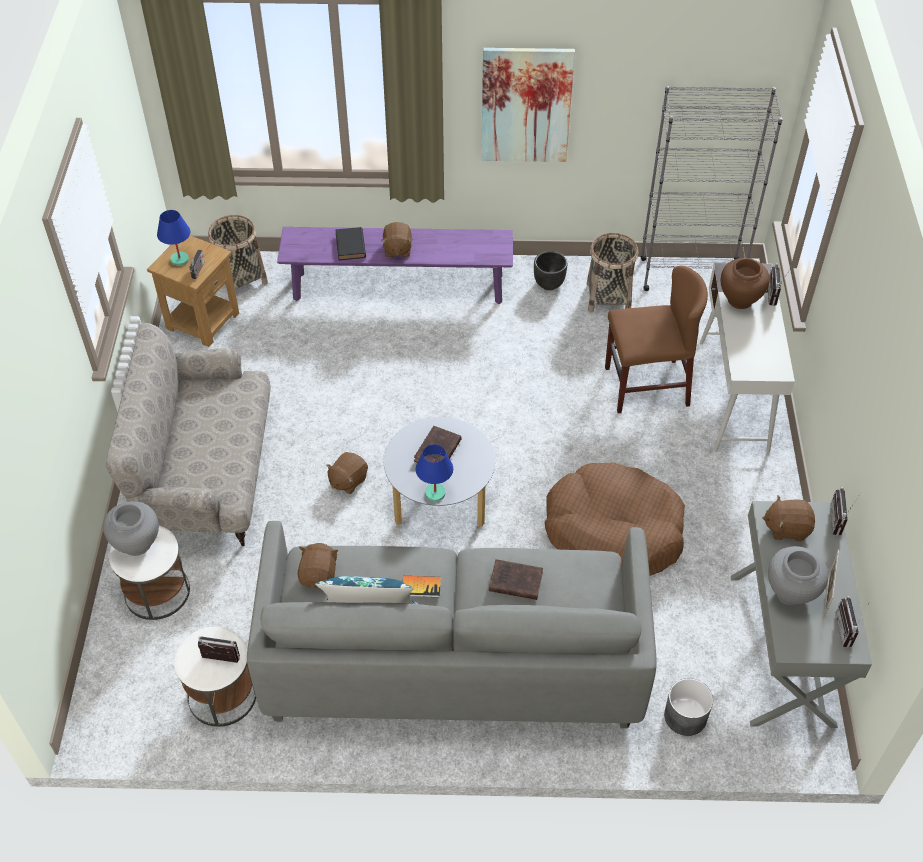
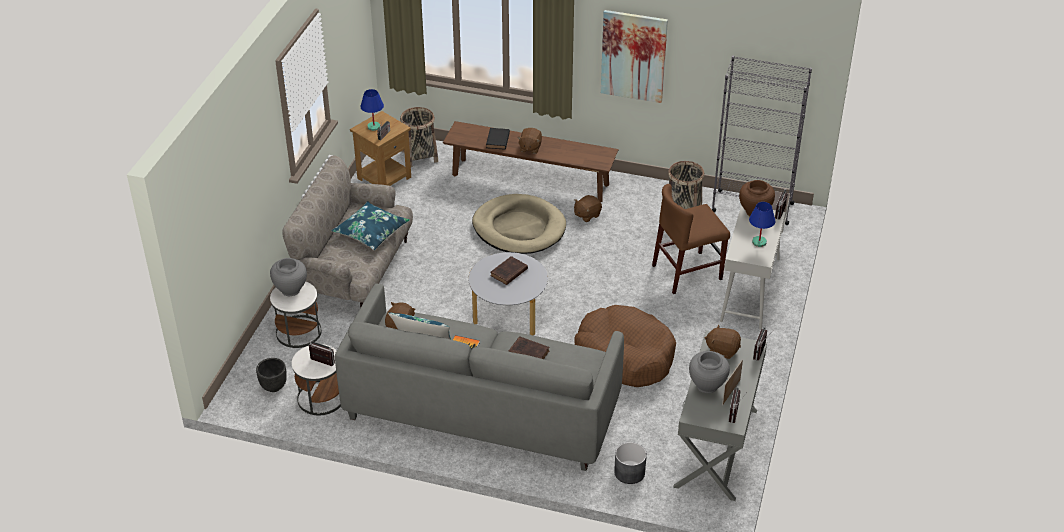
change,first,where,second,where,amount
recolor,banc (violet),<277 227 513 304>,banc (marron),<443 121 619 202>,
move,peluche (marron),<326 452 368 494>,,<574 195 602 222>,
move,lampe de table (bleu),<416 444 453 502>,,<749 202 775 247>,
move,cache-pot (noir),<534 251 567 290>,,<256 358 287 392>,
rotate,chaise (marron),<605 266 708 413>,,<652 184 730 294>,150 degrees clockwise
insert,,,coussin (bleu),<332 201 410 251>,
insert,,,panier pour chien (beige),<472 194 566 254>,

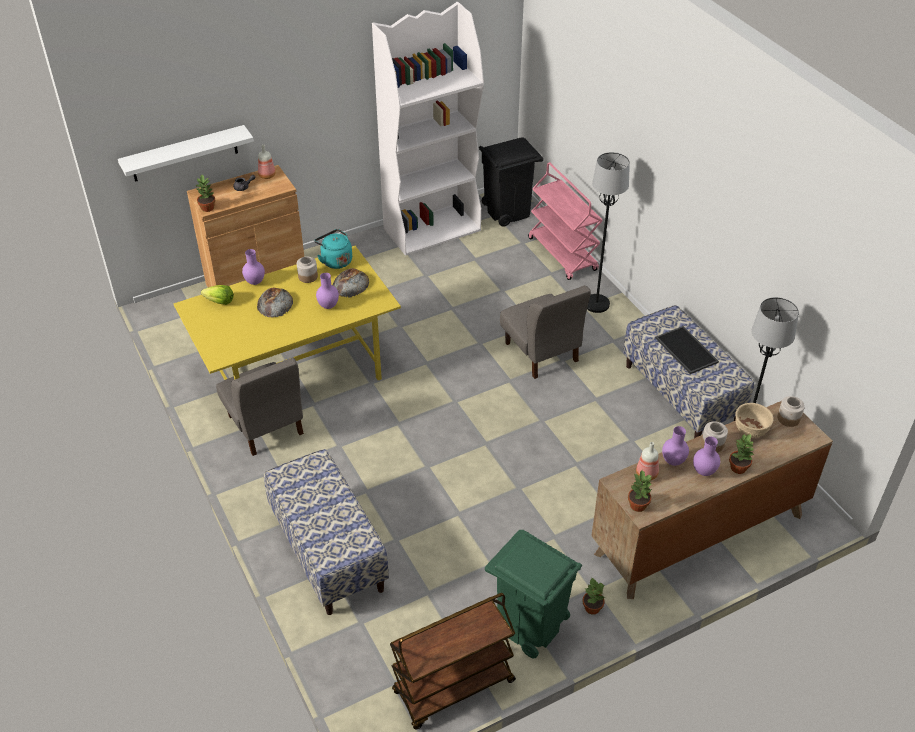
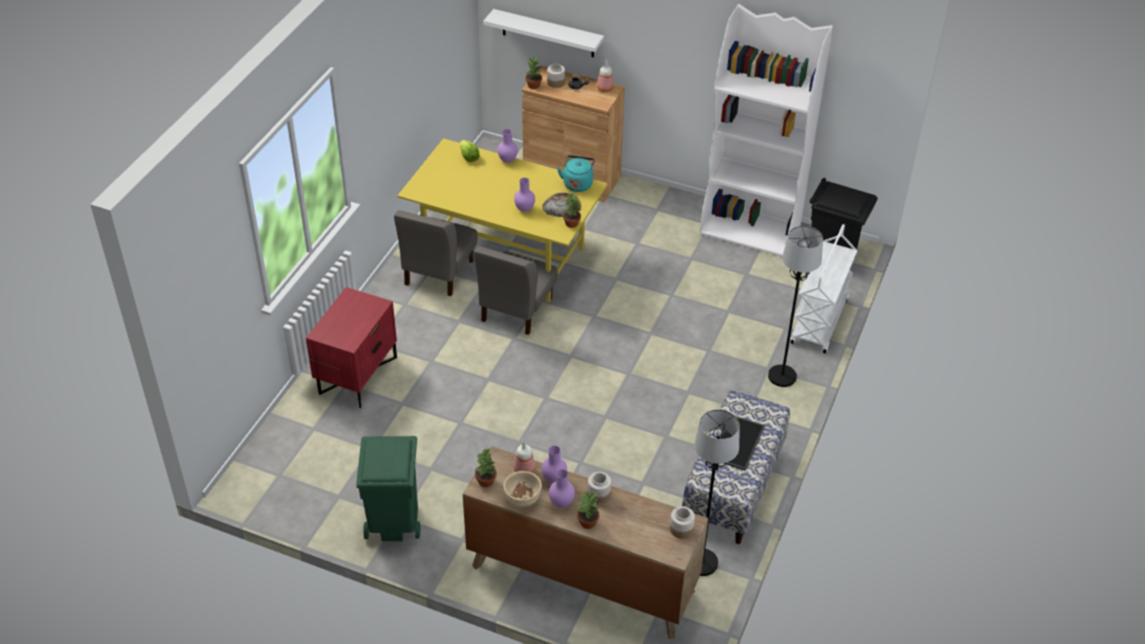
change,first,where,second,where,amount
delete,pain,<257 288 293 318>,,,
replace,banc,<264 449 389 615>,table de chevet (rouge),<306 287 397 408>,
move,bocal,<297 256 318 283>,,<547 64 565 88>,
delete,chariot (marron),<390 593 516 730>,,,
move,chaise (gris),<500 285 591 379>,,<474 246 558 335>,
recolor,chariot (rose),<528 162 603 280>,chariot (blanc),<790 224 857 354>,
move,plante en pot,<582 577 605 615>,,<563 193 581 228>,
move,bol (beige),<735 403 774 438>,,<503 471 542 507>,

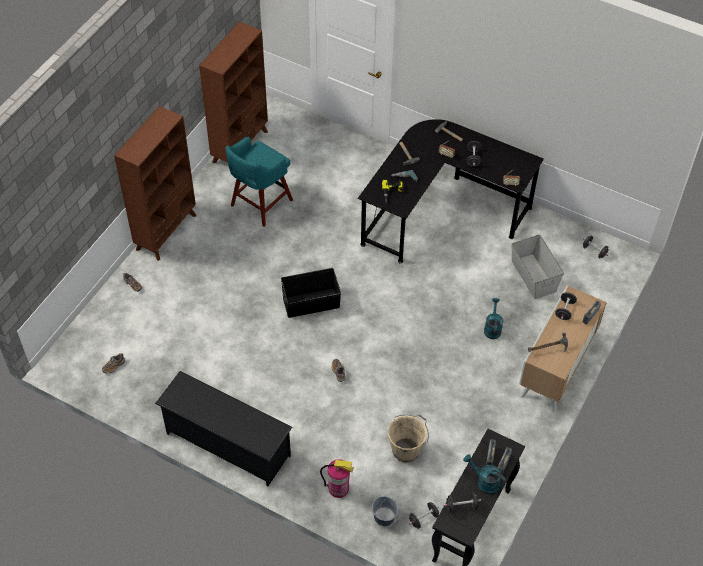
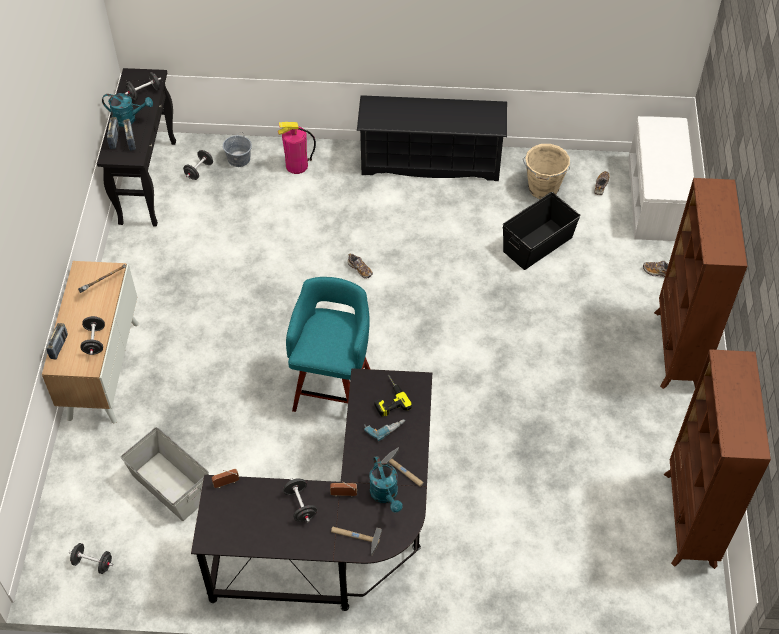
change,first,where,second,where,amount
move,tabouret (turquoise),<226 136 293 227>,,<286 277 370 412>,
move,boîte de rangement (noir),<281 268 341 318>,,<502 192 580 270>,
move,seau (beige),<388 415 429 463>,,<523 144 570 199>,
move,arrosoir (turquoise),<484 298 503 339>,,<369 456 403 512>,
insert,,,banc (blanc),<628 116 694 241>,

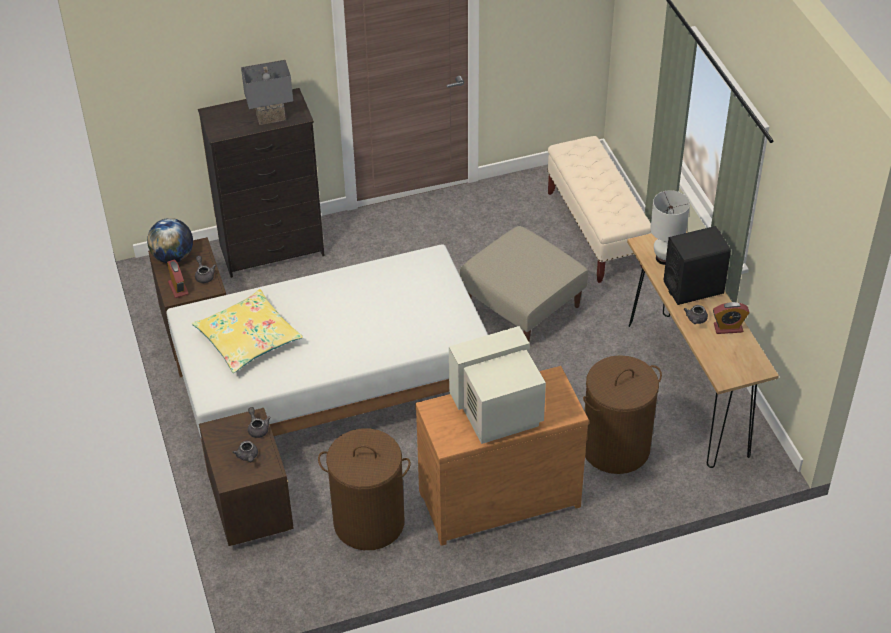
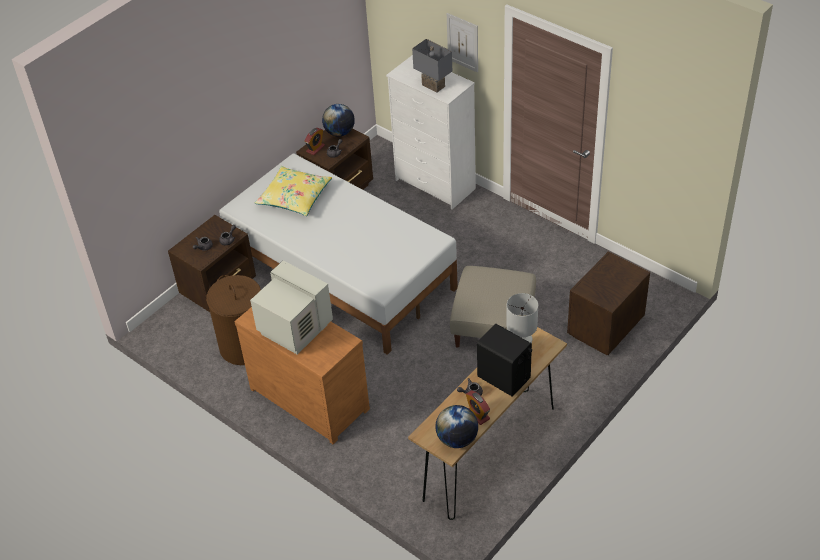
change,first,where,second,where,amount
recolor,commode (noir),<198 88 325 278>,commode (blanc),<386 55 476 209>,
replace,banc (beige),<547 136 651 283>,table de chevet (marron),<567 251 650 355>,
delete,panier à linge (marron),<583 355 662 474>,,,
insert,,,globe,<435 405 478 448>,
insert,,,tableau,<447 13 478 73>,

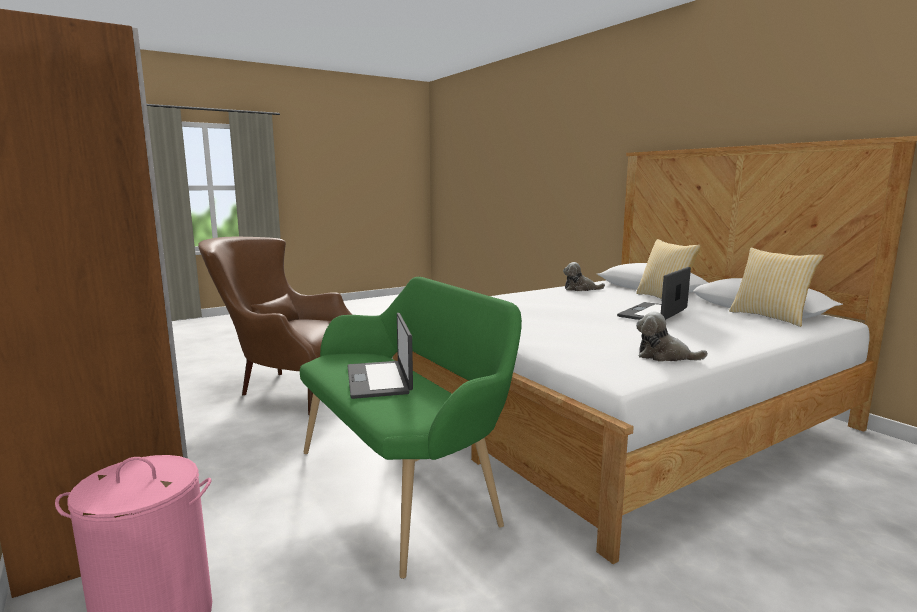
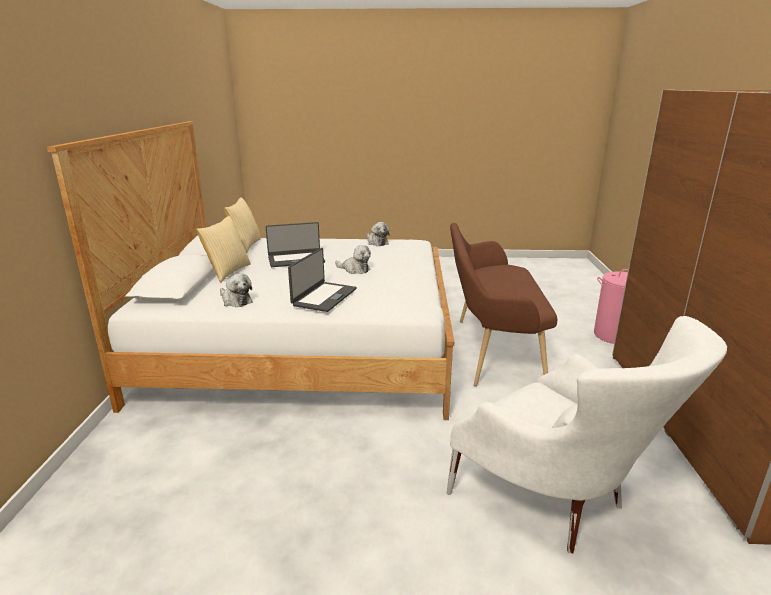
change,first,where,second,where,amount
recolor,fauteuil (marron),<198 237 352 415>,fauteuil (blanc),<447 316 727 553>,
recolor,banc (vert),<300 277 522 579>,banc (marron),<450 223 557 386>,
move,ordinateur portable,<347 313 413 399>,,<288 248 357 312>,
insert,,,peluche,<335 245 371 274>,

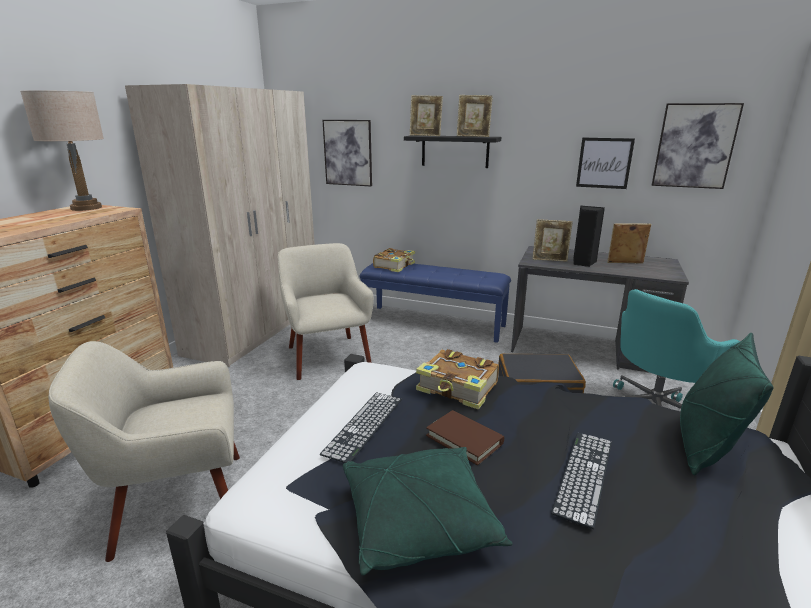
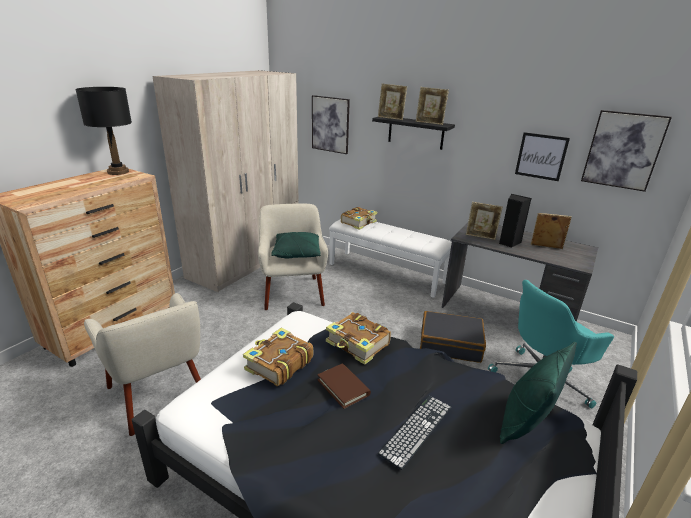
change,first,where,second,where,amount
recolor,lampe de table (beige),<20 90 104 211>,lampe de table (noir),<75 87 132 175>,
rotate,fauteuil (beige),<49 341 240 562>,,<84 293 201 436>,120 degrees counterclockwise
replace,clavier,<320 393 402 463>,livre,<243 328 313 386>,
move,coussin (vert),<343 447 513 575>,,<271 232 323 258>,
recolor,banc (bleu),<359 263 511 343>,banc (blanc),<329 219 452 298>,

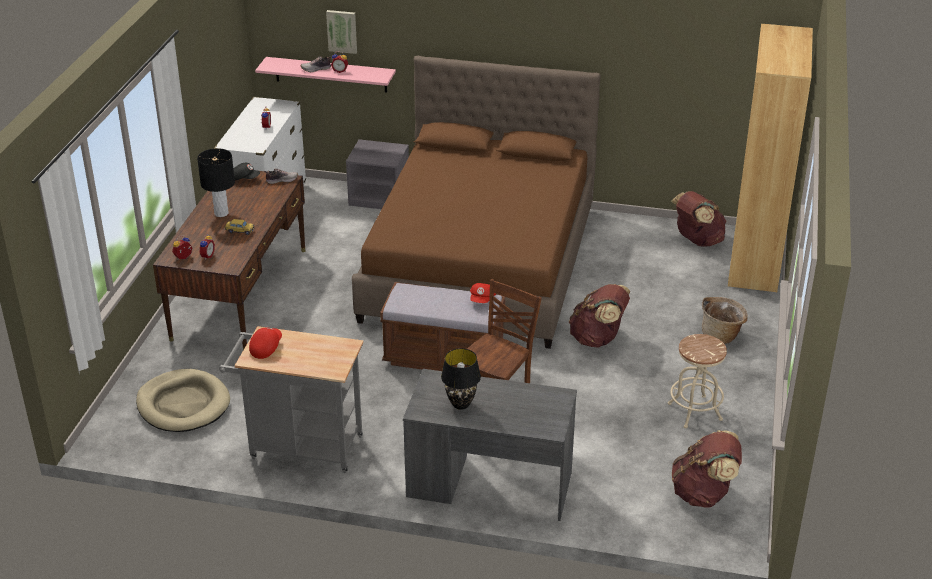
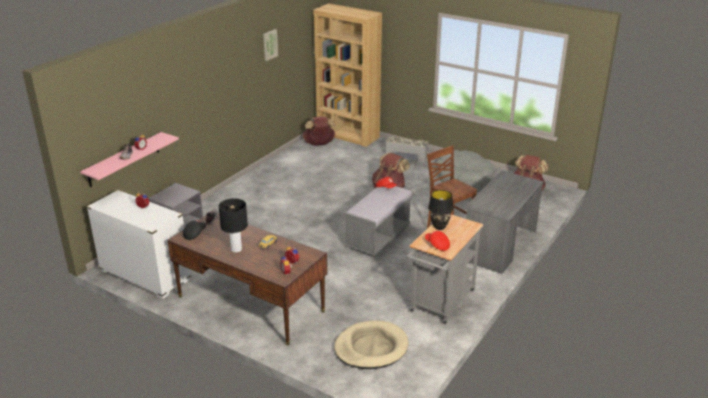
change,first,where,second,where,amount
move,tableau,<326 10 357 54>,,<263 29 278 61>,
delete,lit (marron),<352 56 601 349>,,,
recolor,banc (marron),<380 282 505 371>,banc (gris),<344 186 412 257>,
move,lampe de table (noir),<441 348 481 410>,,<428 190 454 230>,
replace,tabouret (beige),<668 334 727 428>,panier pour chien (gris),<435 150 494 192>,
replace,panier,<702 297 748 344>,boîte de rangement (gris),<386 136 429 168>,

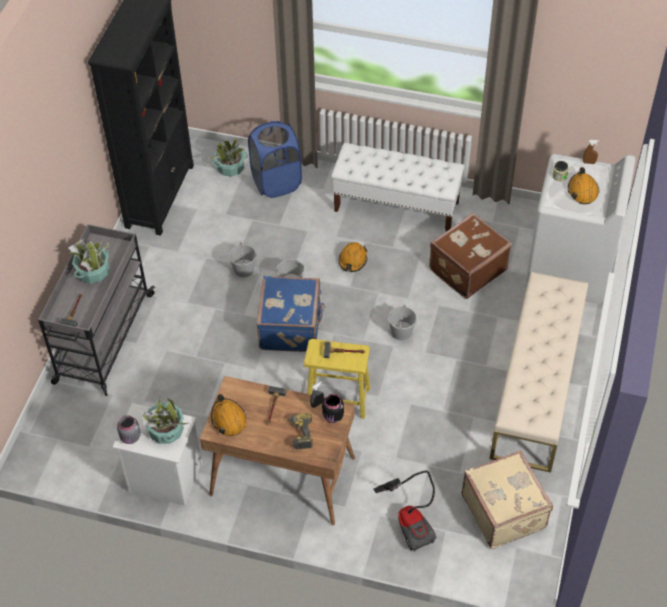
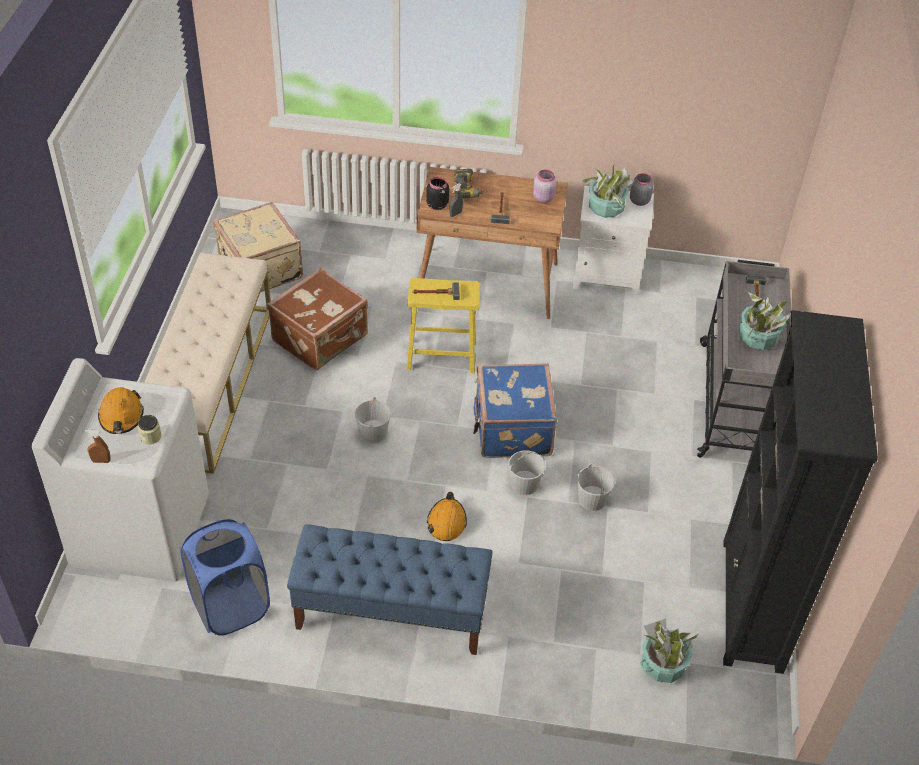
change,first,where,second,where,amount
replace,casque de chantier (orange),<211 394 246 436>,bocal (rose),<533 170 557 203>,
move,panier à linge (bleu),<248 121 302 198>,,<180 519 270 636>,
recolor,banc (blanc),<331 143 465 231>,banc (bleu),<287 524 493 655>,
delete,aspirateur,<373 470 436 552>,,,
move,valise (marron),<429 213 512 299>,,<267 268 368 370>,

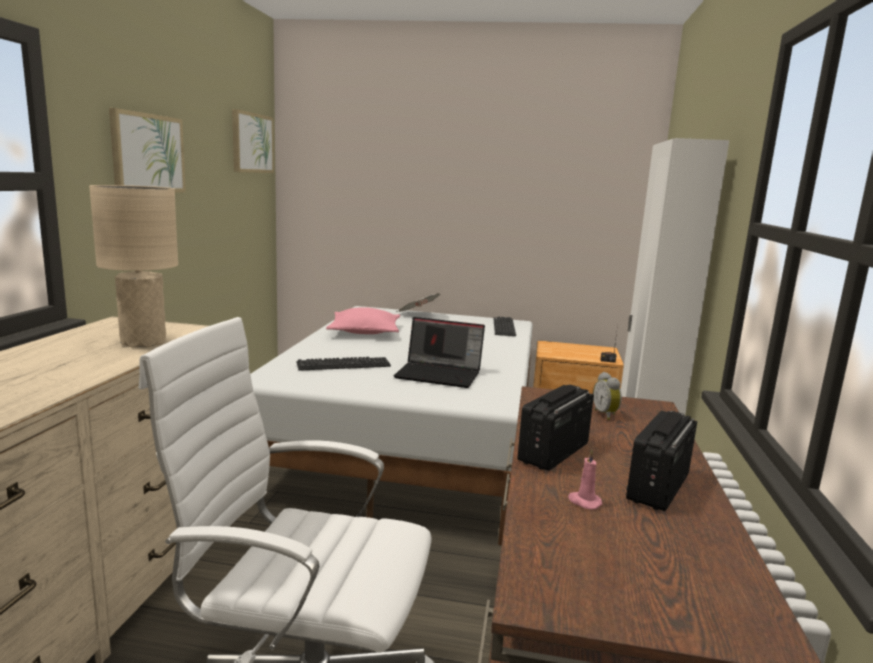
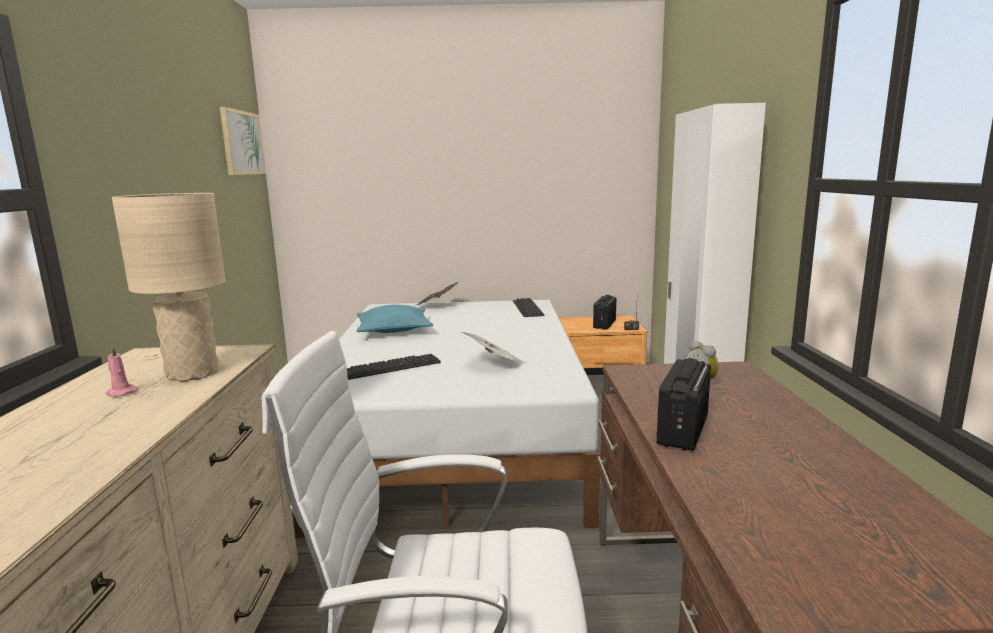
change,first,where,second,where,amount
delete,tableau,<109 108 186 193>,,,
recolor,coussin (rose),<326 307 400 334>,coussin (turquoise),<357 305 433 333>,
replace,ordinateur portable,<394 317 485 388>,journal,<461 332 526 363>,
move,bougie (rose),<568 450 603 510>,,<106 345 137 396>,
move,radio,<626 411 697 511>,,<593 295 616 329>,

